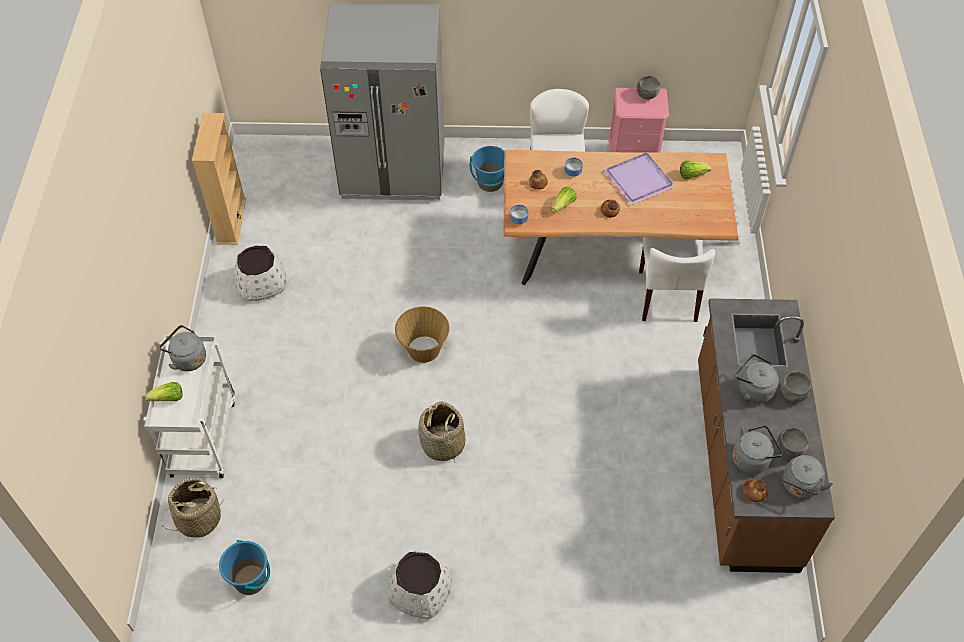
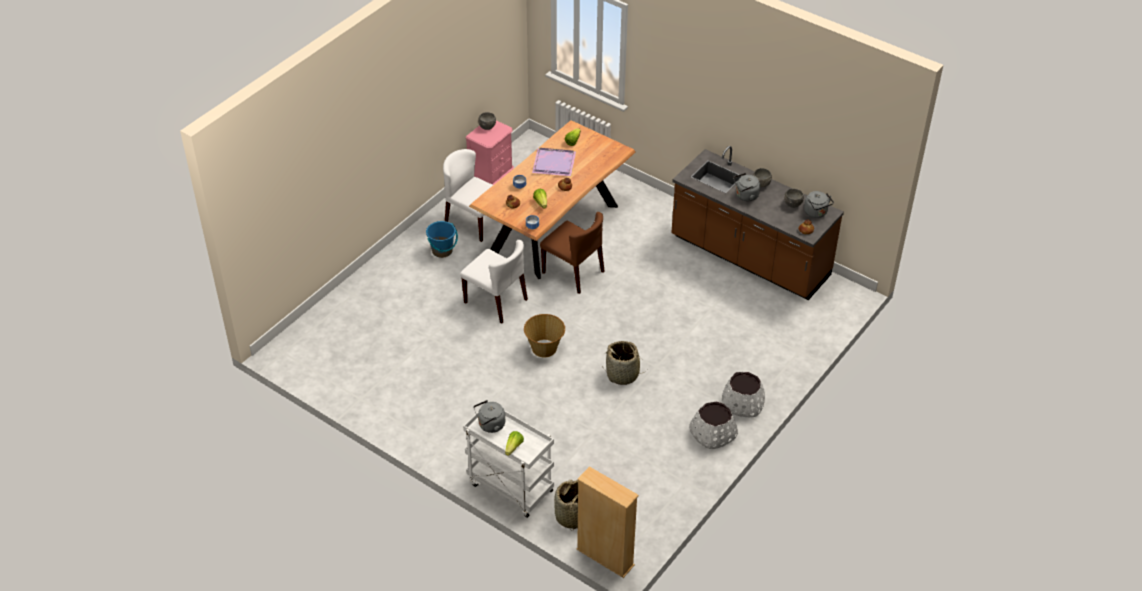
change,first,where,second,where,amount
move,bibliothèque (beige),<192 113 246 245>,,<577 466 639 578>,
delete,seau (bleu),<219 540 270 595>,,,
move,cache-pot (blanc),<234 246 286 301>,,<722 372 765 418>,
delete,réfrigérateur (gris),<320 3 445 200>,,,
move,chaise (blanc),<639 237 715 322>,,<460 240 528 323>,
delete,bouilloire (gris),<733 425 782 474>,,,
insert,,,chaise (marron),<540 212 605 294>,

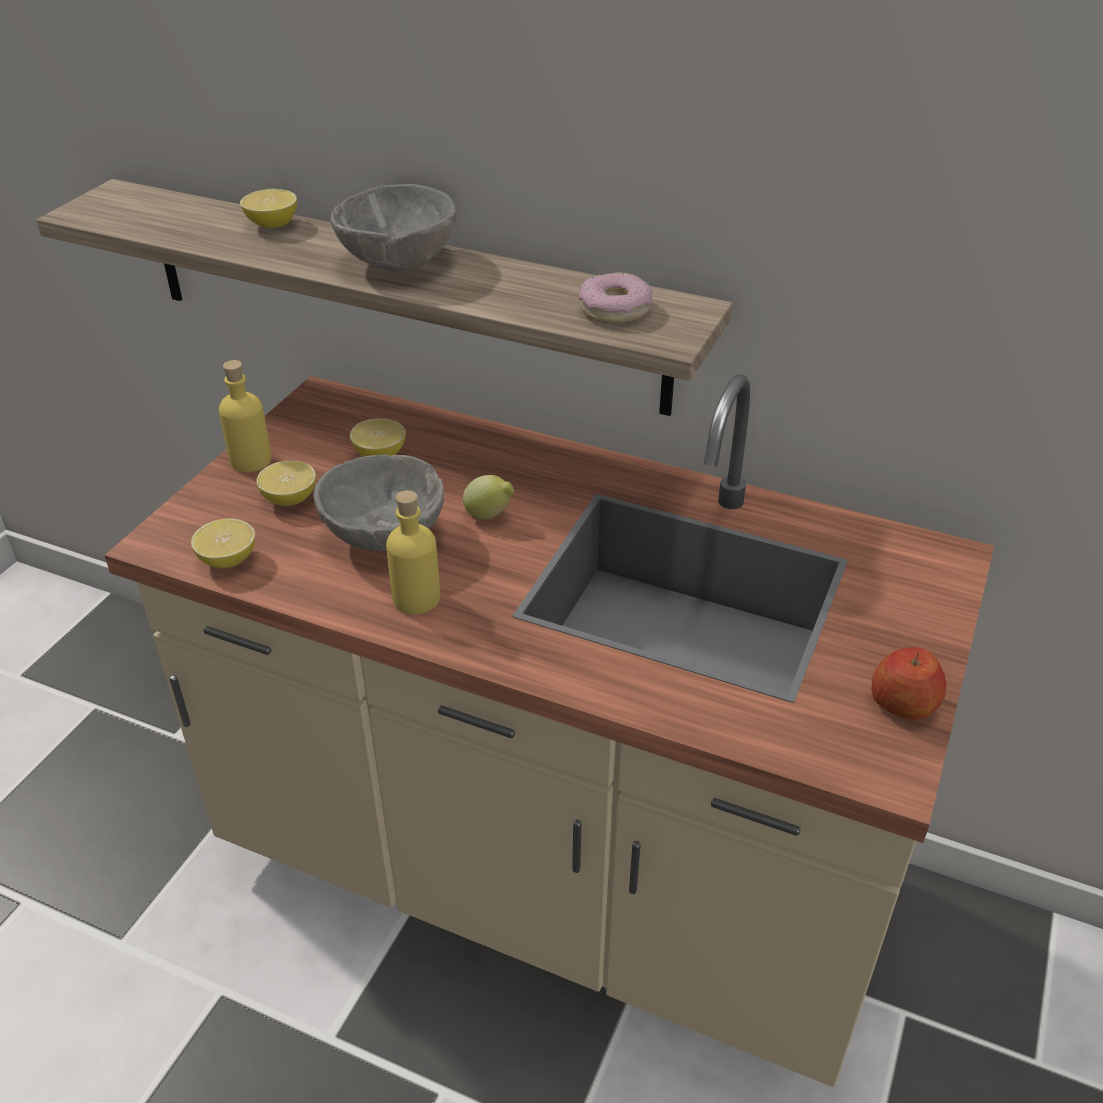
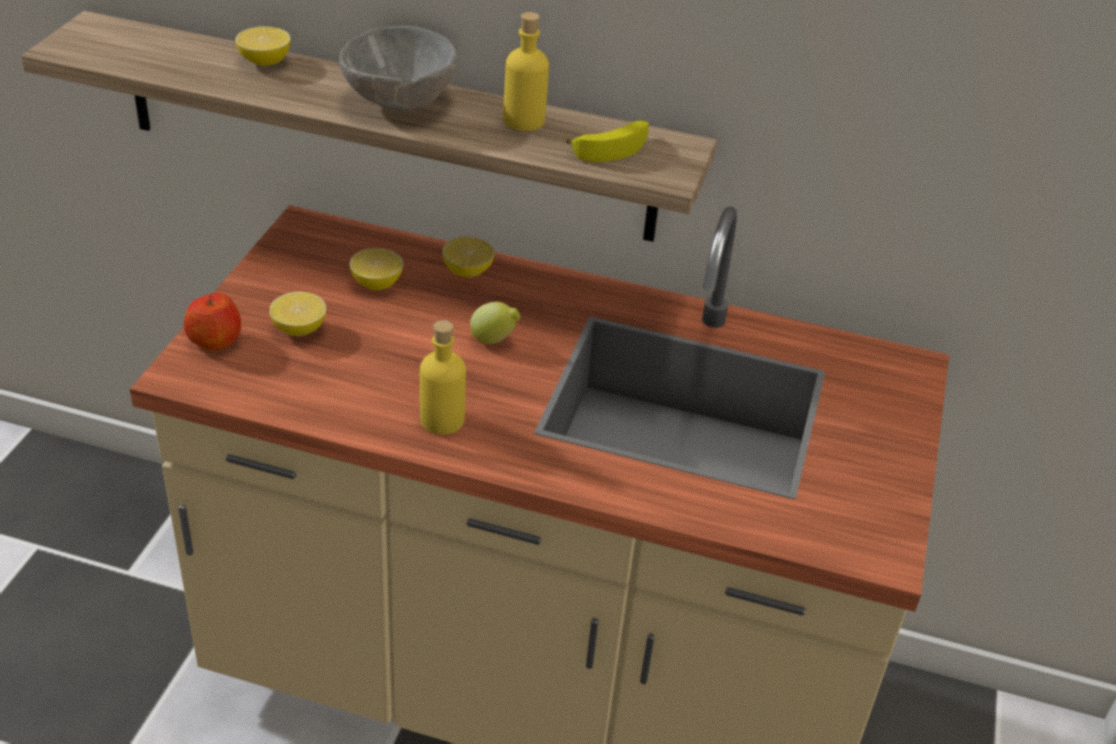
change,first,where,second,where,amount
move,citron,<191 518 255 568>,,<442 237 495 277>,
move,bouteille (jaune),<219 360 271 472>,,<503 12 549 131>,
delete,bol (gris),<313 454 444 551>,,,
replace,beignet,<579 272 653 323>,banane,<566 120 649 162>,
move,pomme,<872 647 947 720>,,<184 293 241 350>,

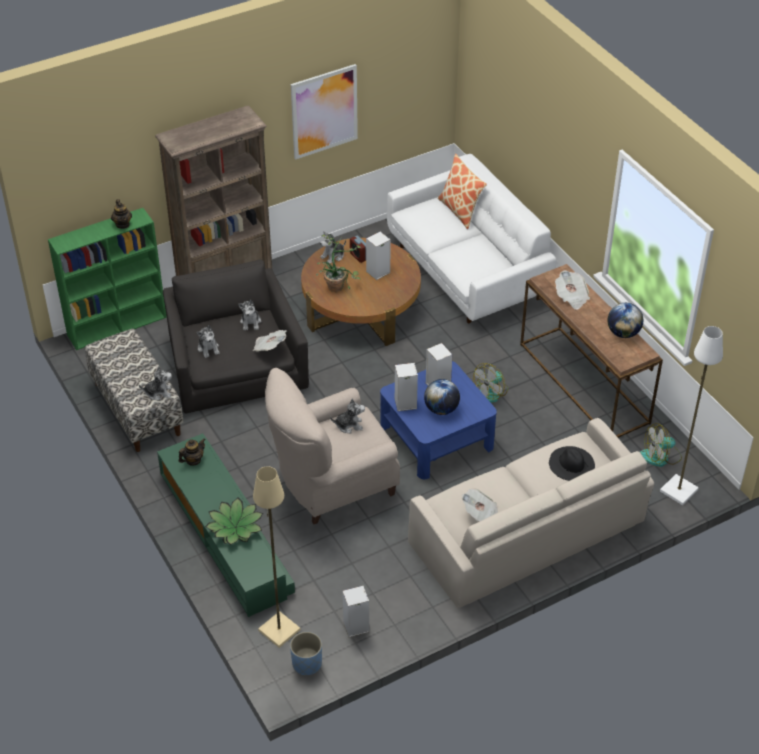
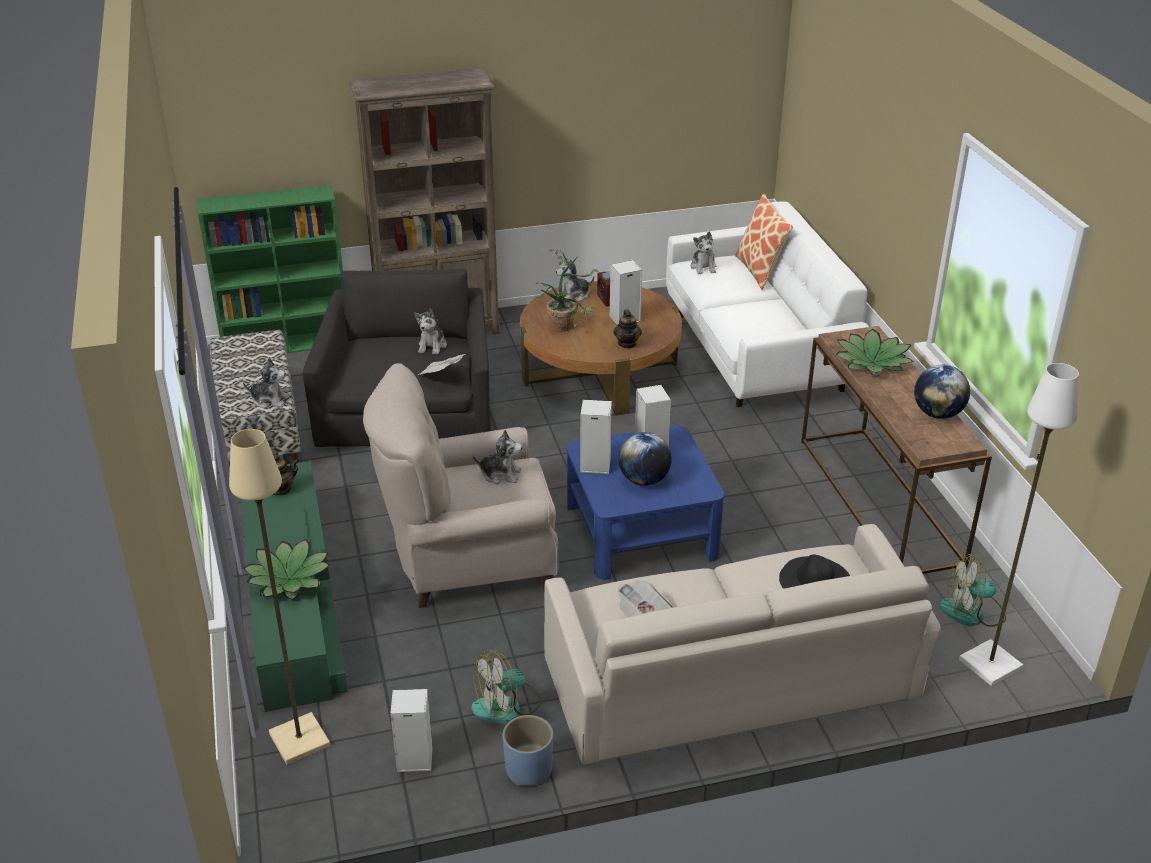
change,first,where,second,where,amount
move,théière,<111 199 132 229>,,<613 309 642 349>,
move,peluche,<197 325 220 358>,,<691 231 716 274>,
move,cache-pot (bleu),<290 632 322 676>,,<503 715 553 786>,
delete,tableau,<291 64 358 160>,,,
move,ventilateur,<473 363 508 403>,,<471 650 542 724>,
replace,journal,<555 270 590 310>,plante en pot,<835 329 914 376>,

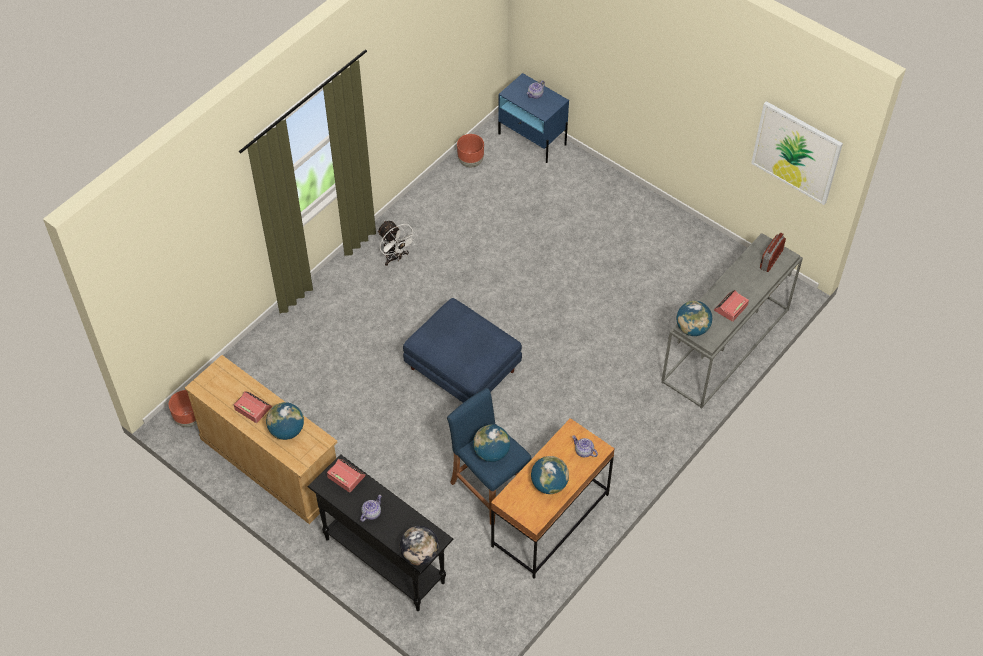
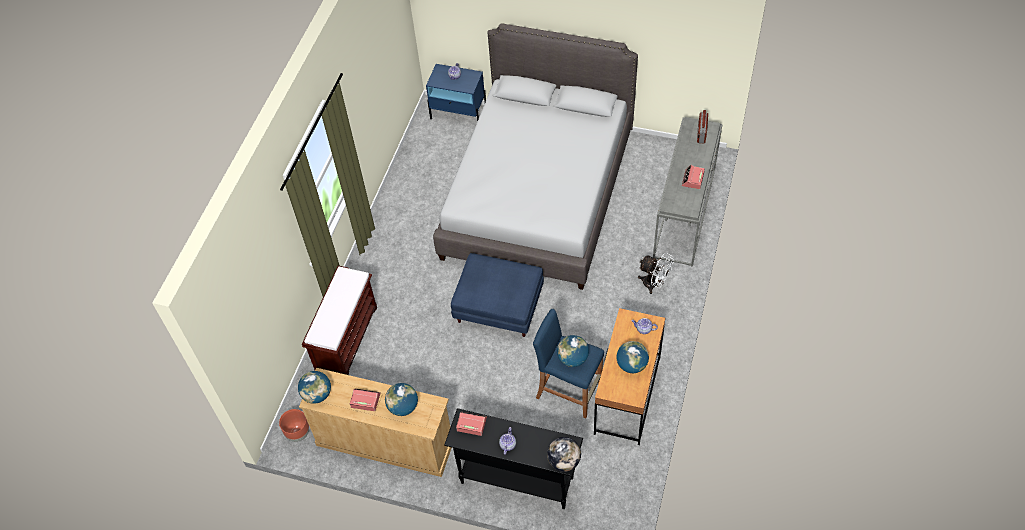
change,first,where,second,where,amount
move,ventilateur (blanc),<377 220 417 266>,,<638 253 674 294>,
delete,cache-pot (marron),<457 134 484 167>,,,
move,globe,<676 301 712 336>,,<298 371 331 404>,
delete,tableau,<751 101 843 205>,,,
insert,,,banc (marron),<302 266 377 375>,
insert,,,lit (gris),<433 23 638 290>,

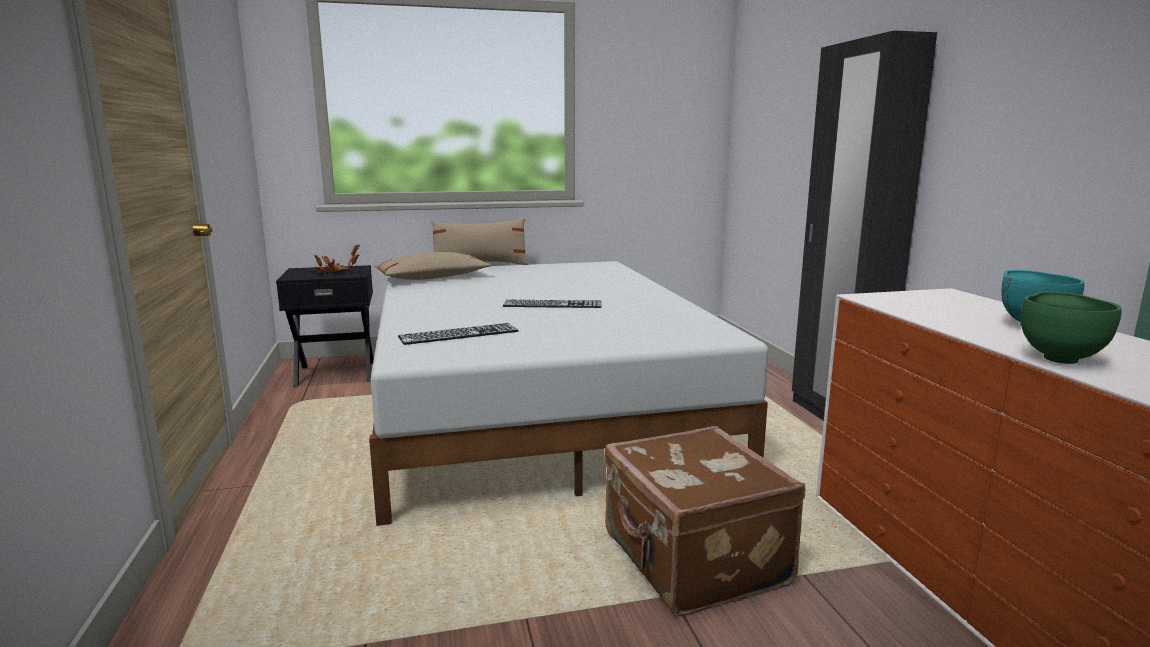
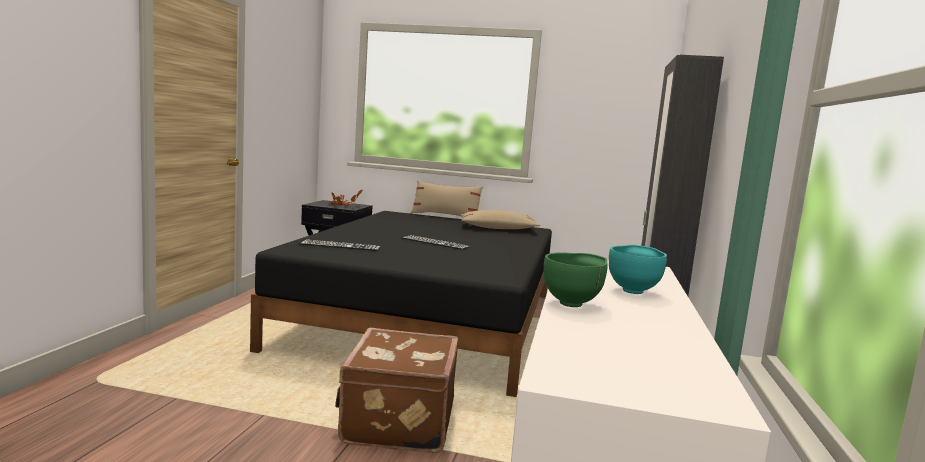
change,first,where,second,where,amount
recolor,lit (blanc),<369 261 768 526>,lit (noir),<250 211 552 397>,
move,coussin (beige),<374 252 491 280>,,<461 210 540 229>,

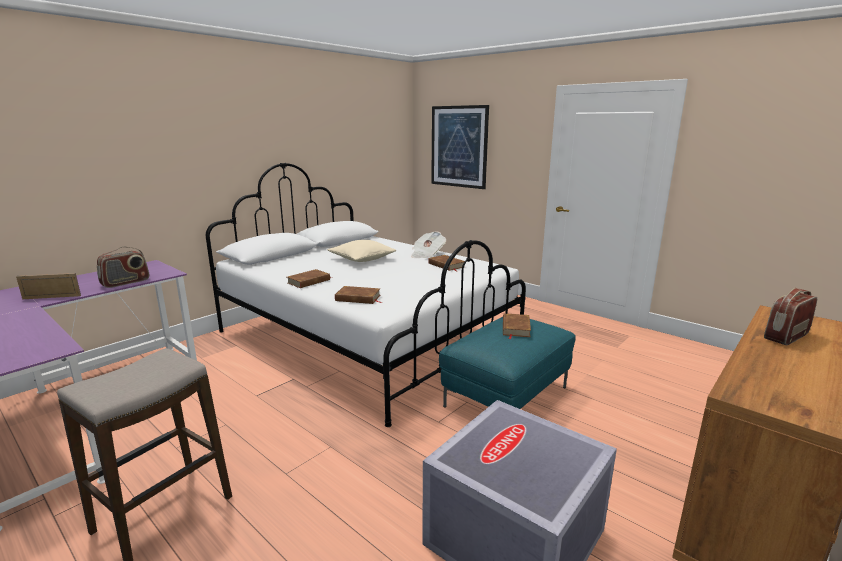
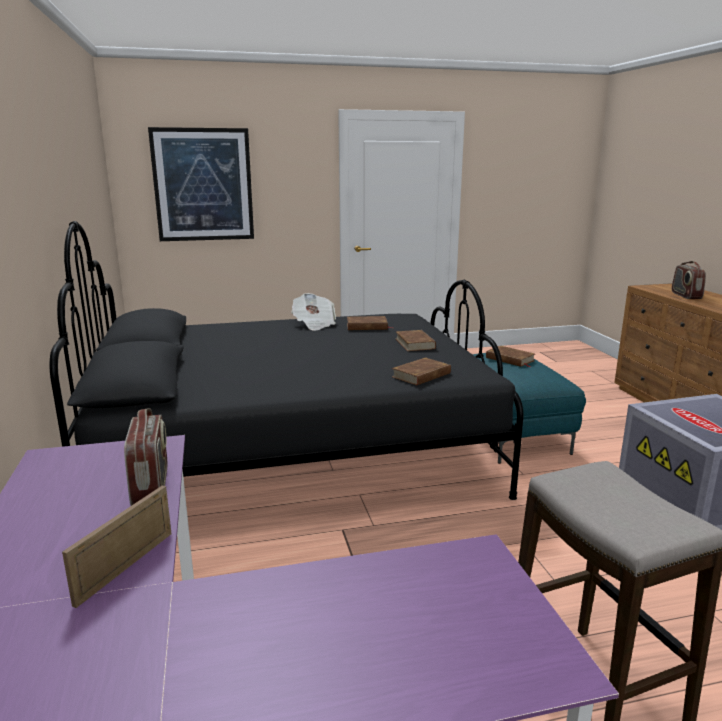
change,first,where,second,where,amount
recolor,lit (blanc),<206 163 526 427>,lit (noir),<50 221 523 500>,
move,livre (marron),<287 269 331 288>,,<396 330 436 351>,
delete,coussin (beige),<327 240 396 262>,,,

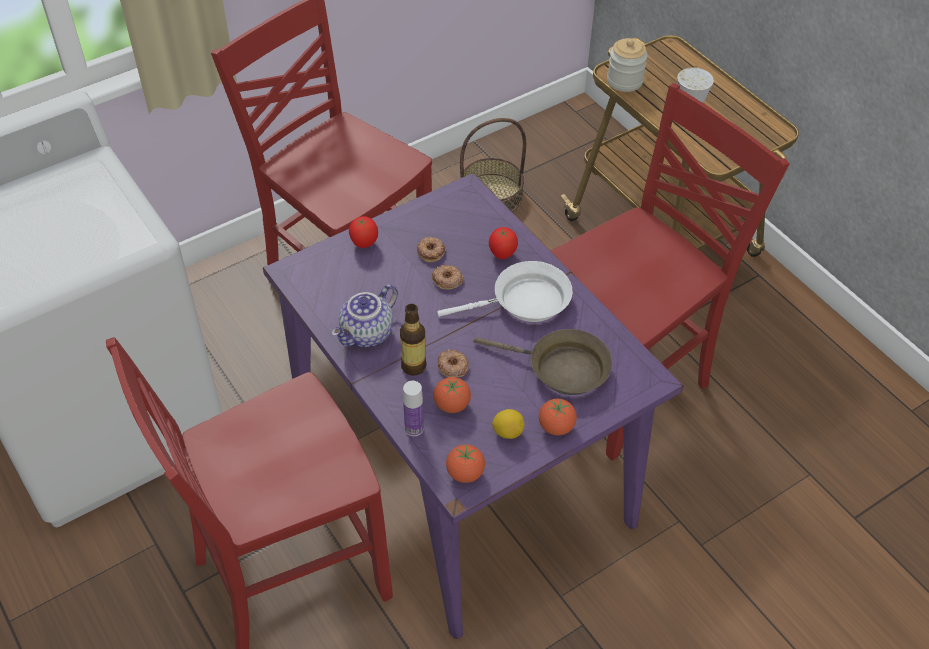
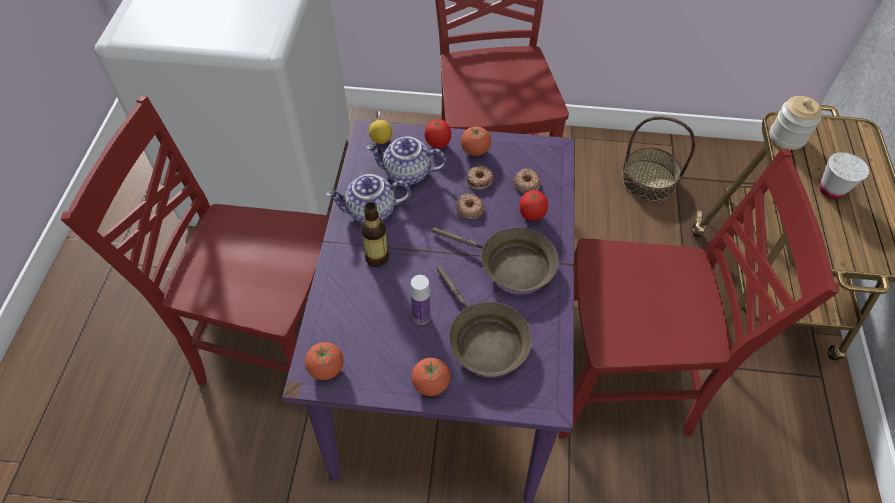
change,first,where,second,where,amount
move,bouteille,<403 381 424 436>,,<411 275 430 324>,
move,tomate,<433 377 471 413>,,<461 126 491 156>,
recolor,poêle (blanc),<437 261 573 322>,poêle (marron),<432 227 558 291>,
move,beignet,<438 349 469 378>,,<514 169 541 193>,
move,citron,<492 409 524 439>,,<369 120 392 144>,
insert,,,théière,<366 136 446 185>,

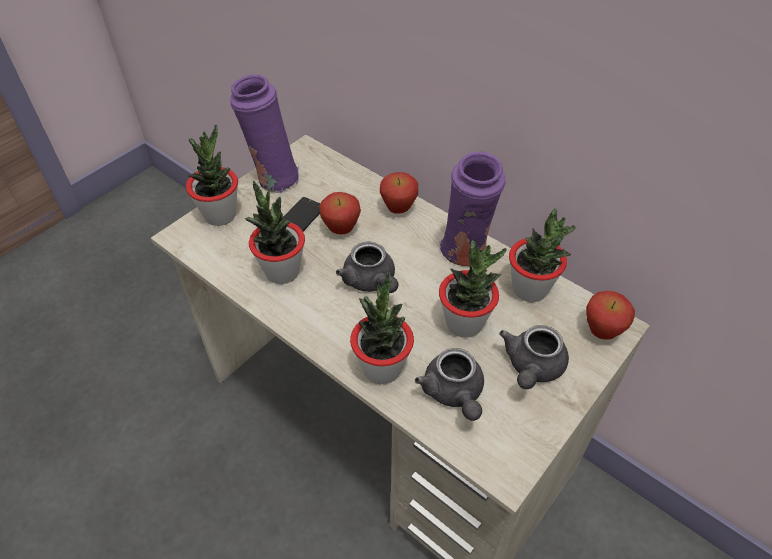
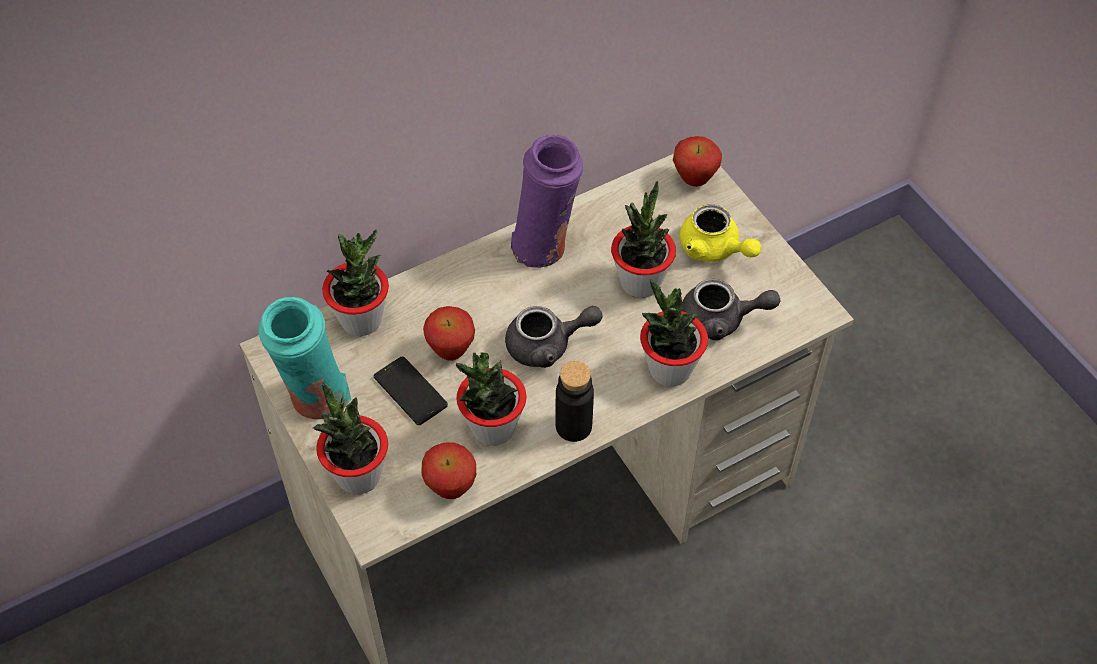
change,first,where,second,where,amount
recolor,vase (violet),<230 75 299 193>,vase (turquoise),<258 297 351 419>,
move,pomme,<380 172 418 214>,,<421 442 476 499>,
recolor,théière (gris),<499 325 569 389>,théière (jaune),<679 204 762 262>,
move,plante en pot,<509 208 575 302>,,<322 229 389 336>,
insert,,,bouteille (noir),<556 361 594 442>,

